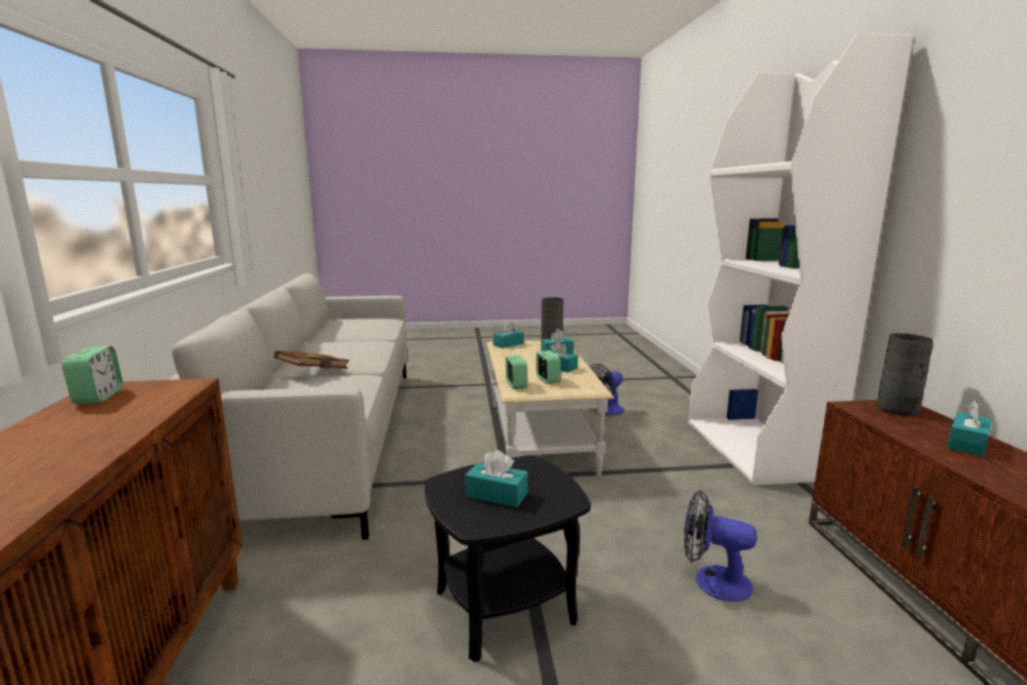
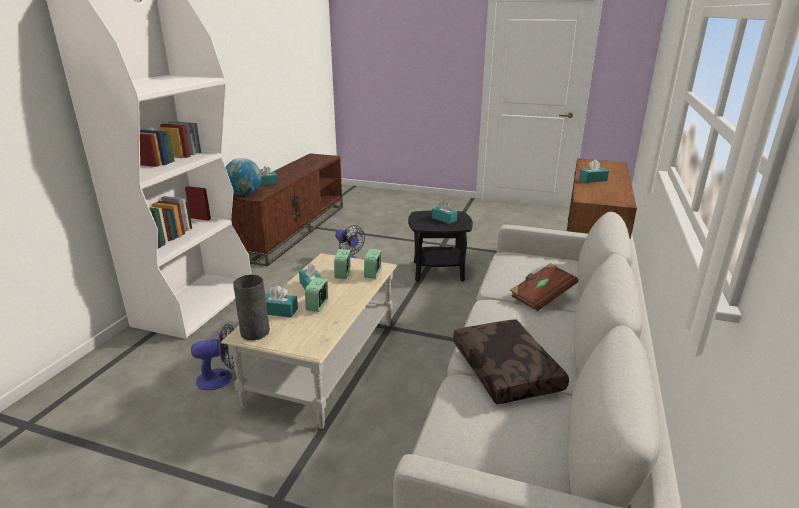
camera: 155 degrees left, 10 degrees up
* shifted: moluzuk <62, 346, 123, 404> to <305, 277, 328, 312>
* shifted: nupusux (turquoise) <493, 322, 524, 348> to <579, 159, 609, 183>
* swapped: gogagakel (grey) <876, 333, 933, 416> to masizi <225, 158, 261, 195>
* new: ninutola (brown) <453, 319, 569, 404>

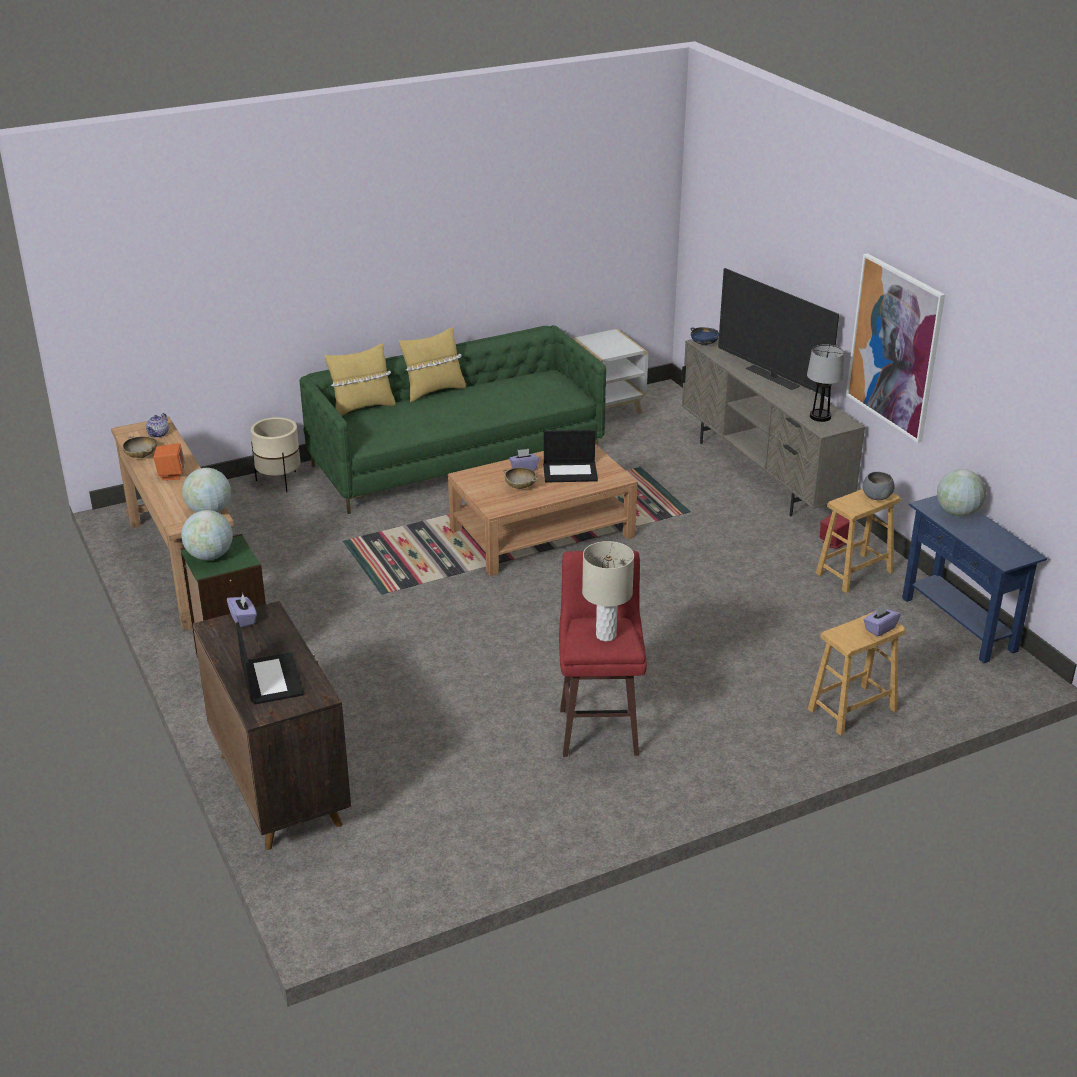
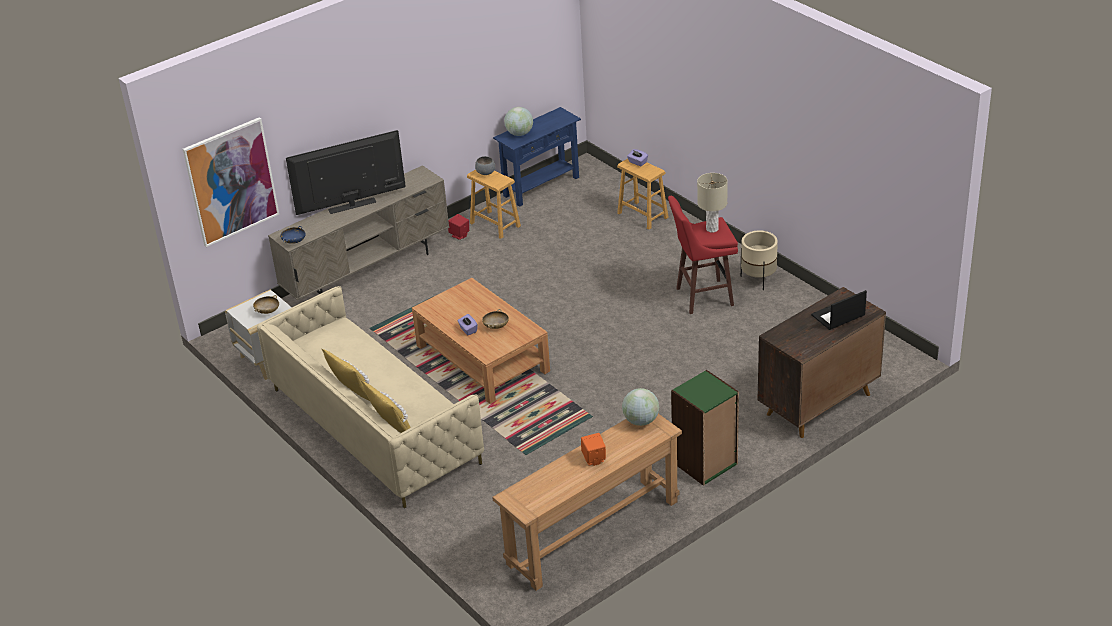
camera: 100 degrees left, 5 degrees up
* shifted: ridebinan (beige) <123, 436, 157, 458> to <253, 295, 279, 314>
* gone: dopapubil <146, 413, 169, 438>
* gone: masizi <181, 510, 233, 560>
* gone: nupusux (purple) <227, 593, 257, 628>
* shifted: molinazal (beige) <251, 417, 301, 492> to <741, 230, 778, 290>
* repainted: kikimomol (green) <300, 325, 606, 514> to kikimomol (beige) <257, 286, 484, 508>
* gone: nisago <543, 430, 598, 483>
* rotated: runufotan <718, 268, 839, 397> = <286, 130, 406, 215> 150 degrees counterclockwise
* gone: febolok <807, 344, 844, 422>
* shifted: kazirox <846, 253, 945, 443> to <183, 117, 279, 247>

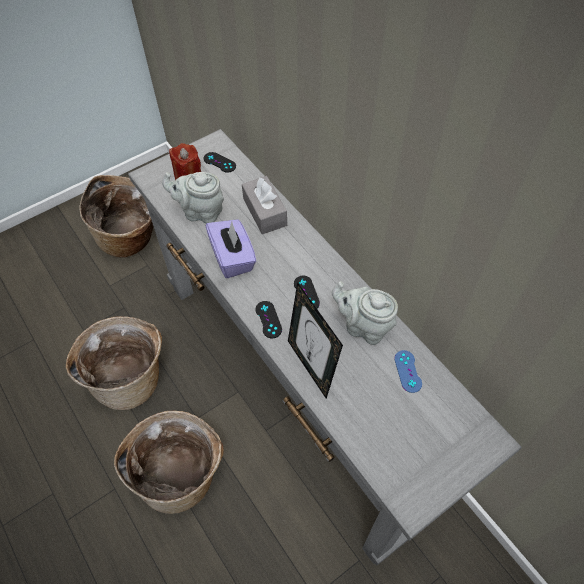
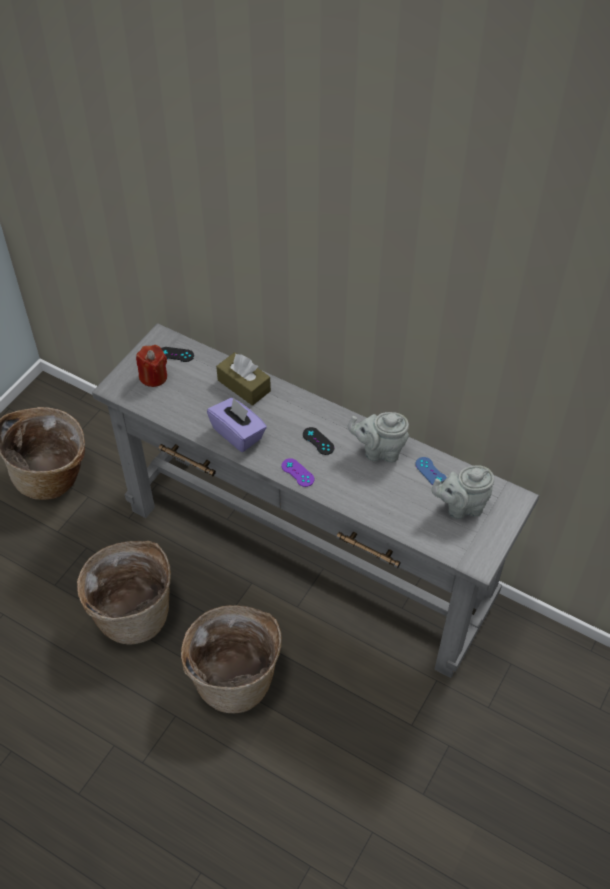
camera: 25 degrees left, 5 degrees down
* shifted: dopapubil (grey) <162, 172, 224, 224> to <432, 465, 494, 519>
* repainted: nupusux (grey) <242, 176, 287, 234> to nupusux (brown) <216, 352, 271, 406>
* repainted: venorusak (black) <255, 301, 282, 338> to venorusak (purple) <281, 458, 314, 487>
* gone: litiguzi <288, 282, 343, 399>

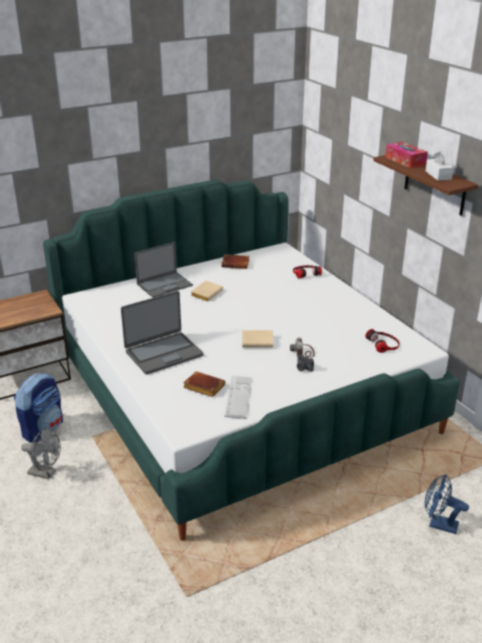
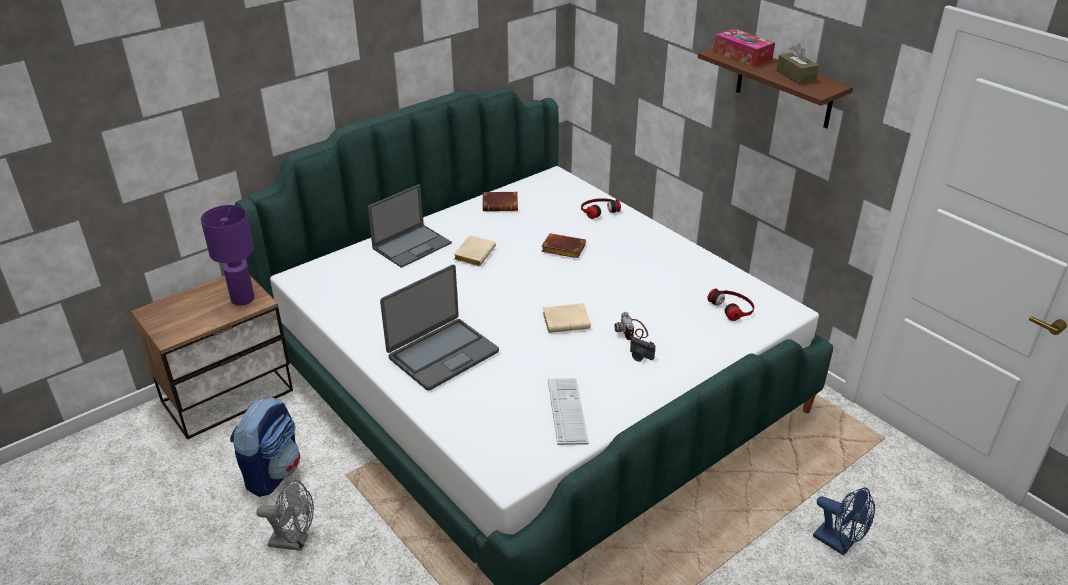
camera: 10 degrees left, 5 degrees up
* shifted: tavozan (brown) <183, 371, 225, 397> to <541, 233, 586, 258>
* rotated: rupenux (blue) <425, 474, 469, 534> = <813, 487, 875, 556> 150 degrees counterclockwise
* repainted: nupusux (white) <426, 151, 453, 181> to nupusux (brown) <776, 44, 819, 84>
* new: febolok (purple) <201, 205, 254, 305>

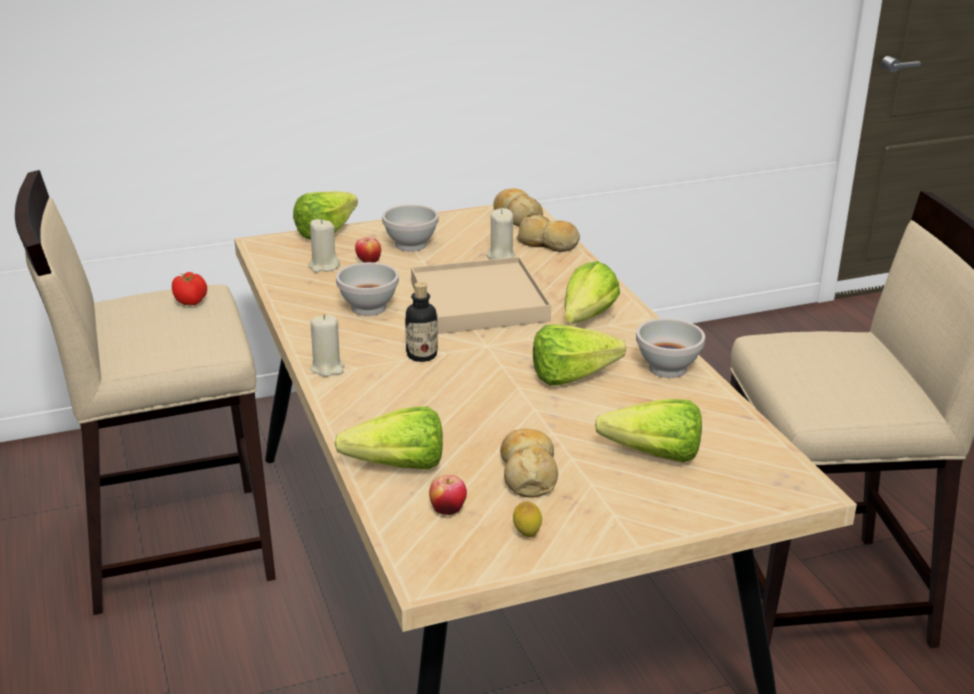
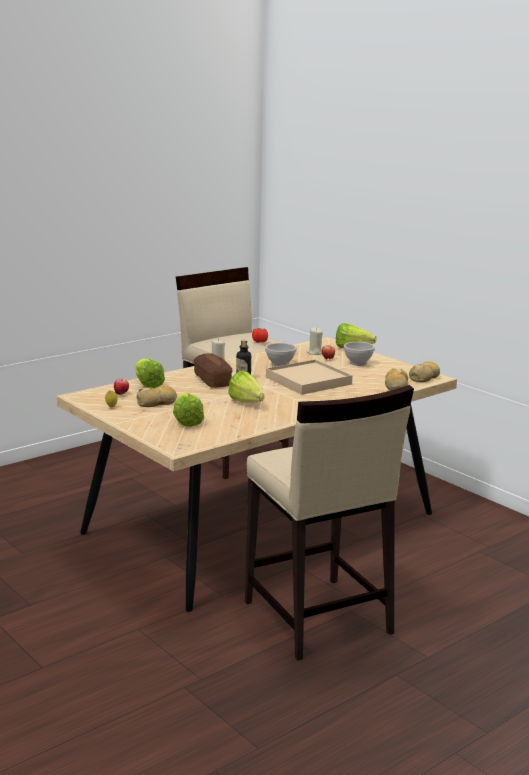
camera: 70 degrees right, 10 degrees down
* gone: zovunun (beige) <487, 208, 515, 260>
* gone: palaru <564, 261, 620, 324>
* gone: ridebinan (white) <636, 318, 705, 378>
* new: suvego <194, 353, 233, 388>

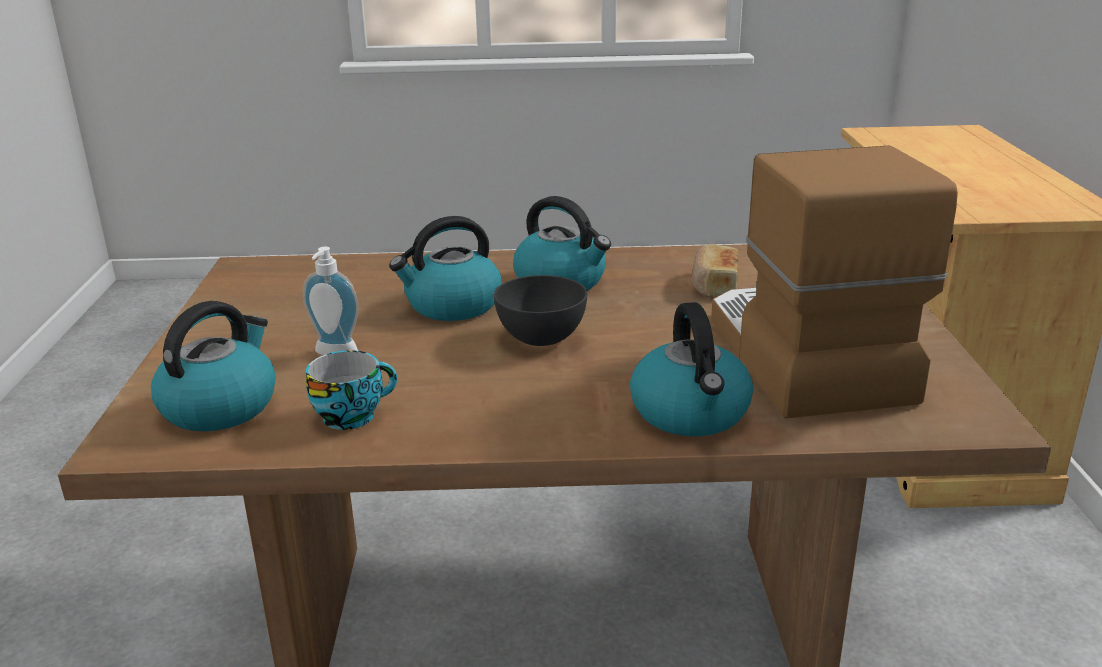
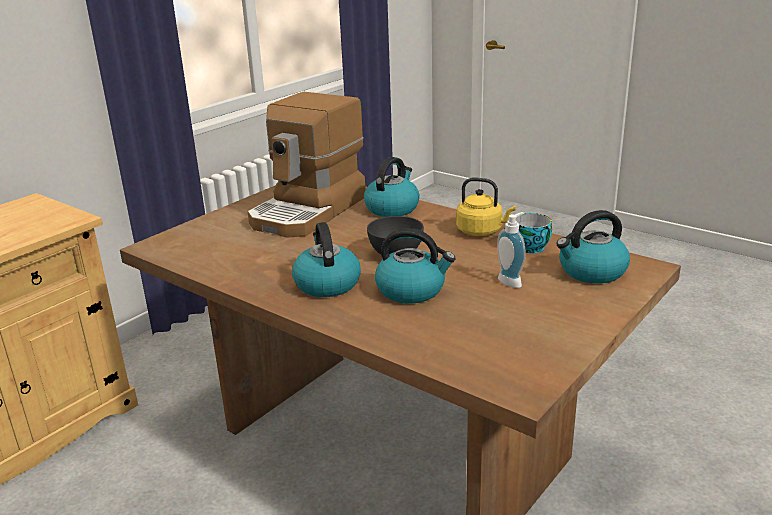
camera: 140 degrees left, 0 degrees up
* gone: suvego <692, 244, 739, 296>
* new: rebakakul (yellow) <456, 178, 516, 236>

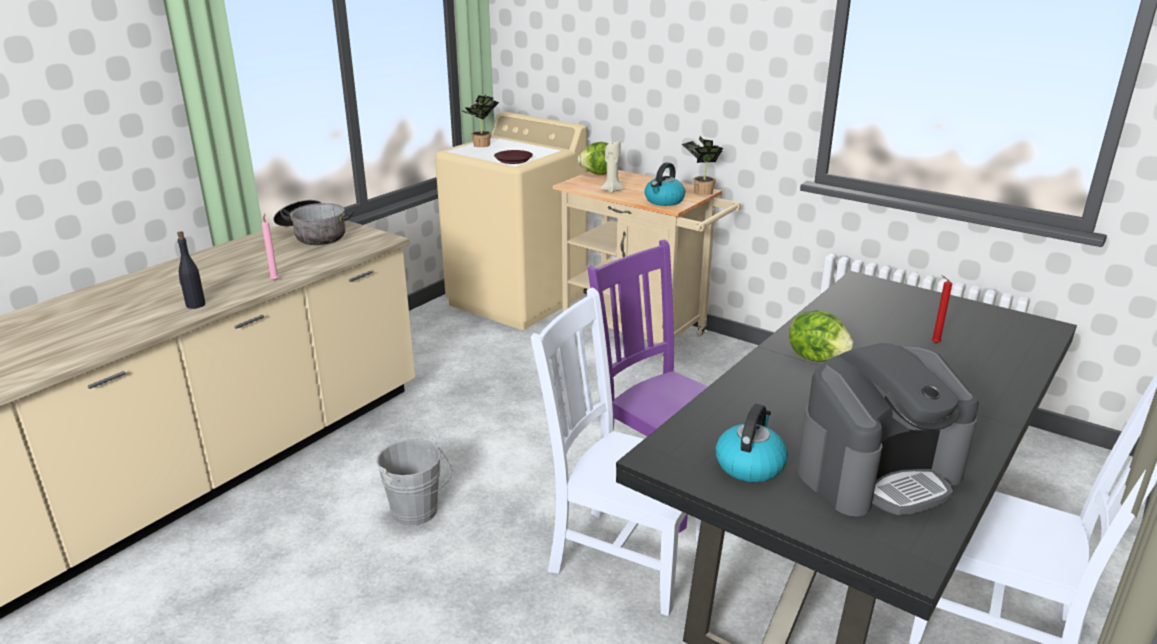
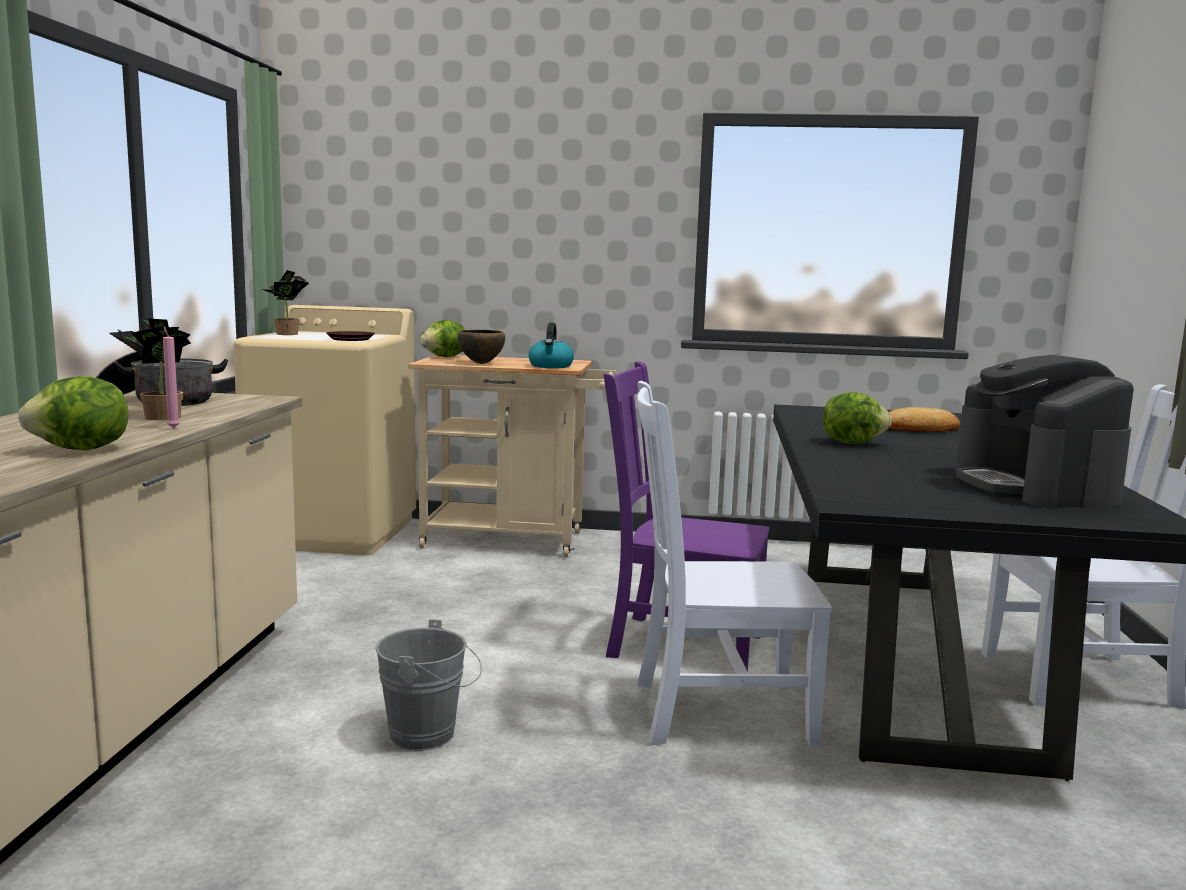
camera: 30 degrees left, 15 degrees down
* swapped: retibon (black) <177, 231, 205, 309> to palaru <18, 376, 128, 450>
* swapped: zovunun (beige) <600, 140, 625, 193> to ridebinan (brown) <457, 330, 505, 364>
* shifted: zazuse <682, 136, 724, 195> to <109, 315, 191, 420>
* gone: rebakakul <715, 404, 788, 482>
* rotated: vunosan <797, 343, 979, 517> = <955, 355, 1134, 508> 135 degrees clockwise
* swapped: zovunun (red) <932, 275, 952, 344> to suvego <888, 407, 960, 432>

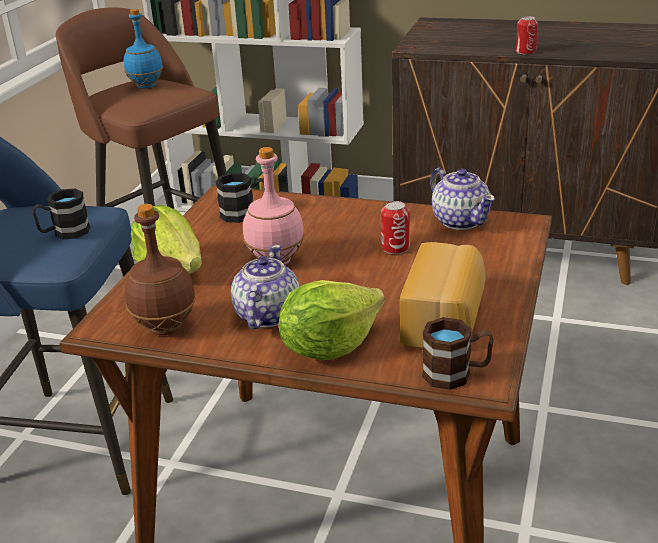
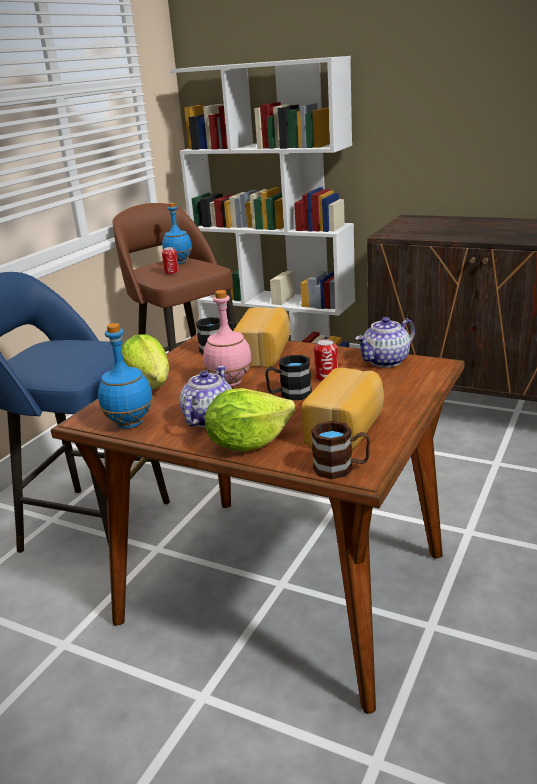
camera: 10 degrees right, 5 degrees down
* shifted: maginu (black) <32, 189, 90, 239> to <265, 355, 312, 400>
* repainted: retibon (brown) <125, 204, 196, 335> to retibon (blue) <98, 323, 153, 428>
* rotated: dopapubil <430, 168, 495, 230> = <355, 317, 415, 367> 75 degrees clockwise
* shifted: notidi <516, 16, 538, 54> to <162, 247, 179, 275>
* new: suvego <233, 307, 290, 368>

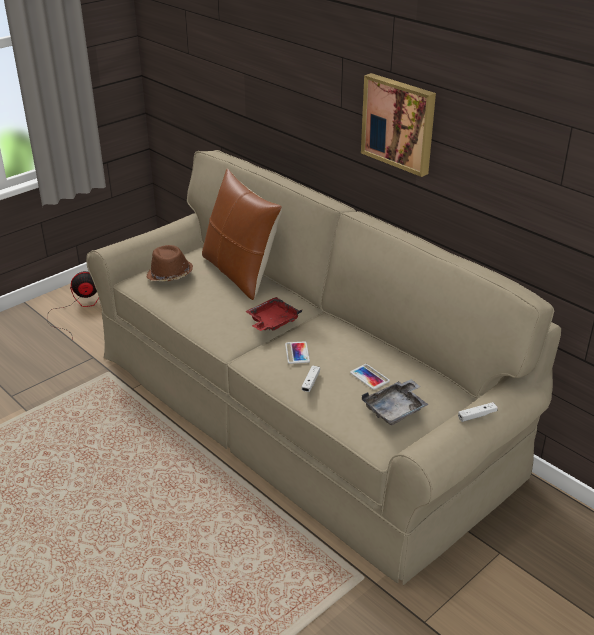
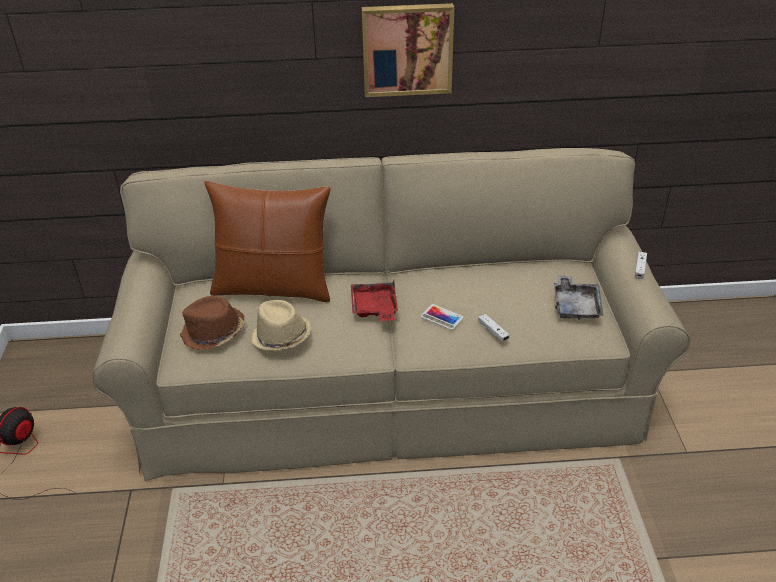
camera: 50 degrees left, 5 degrees up
* gone: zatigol <350, 364, 390, 390>
* new: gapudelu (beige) <251, 300, 311, 351>

